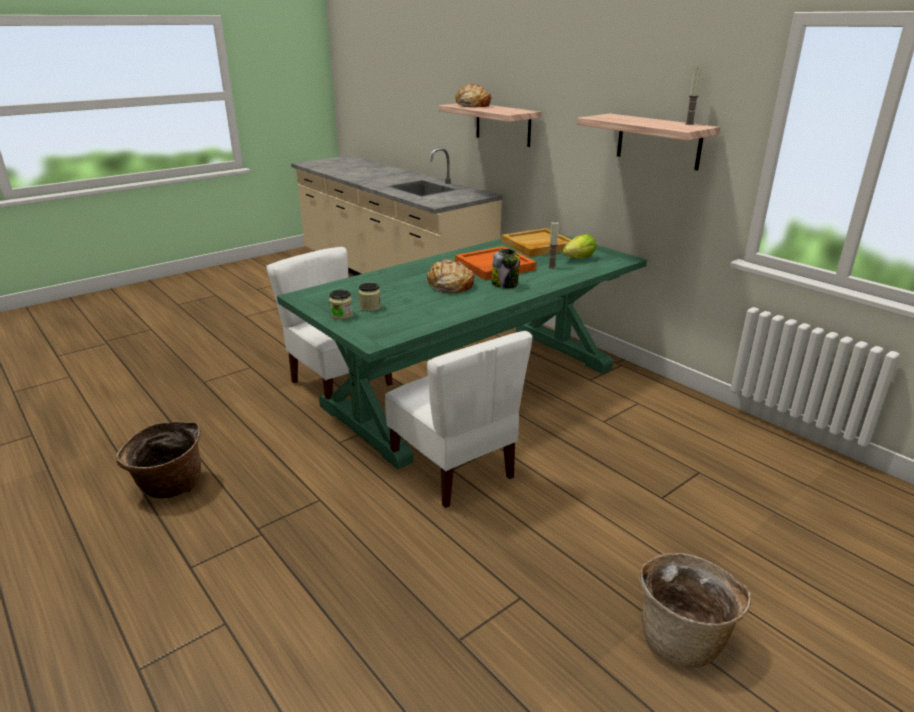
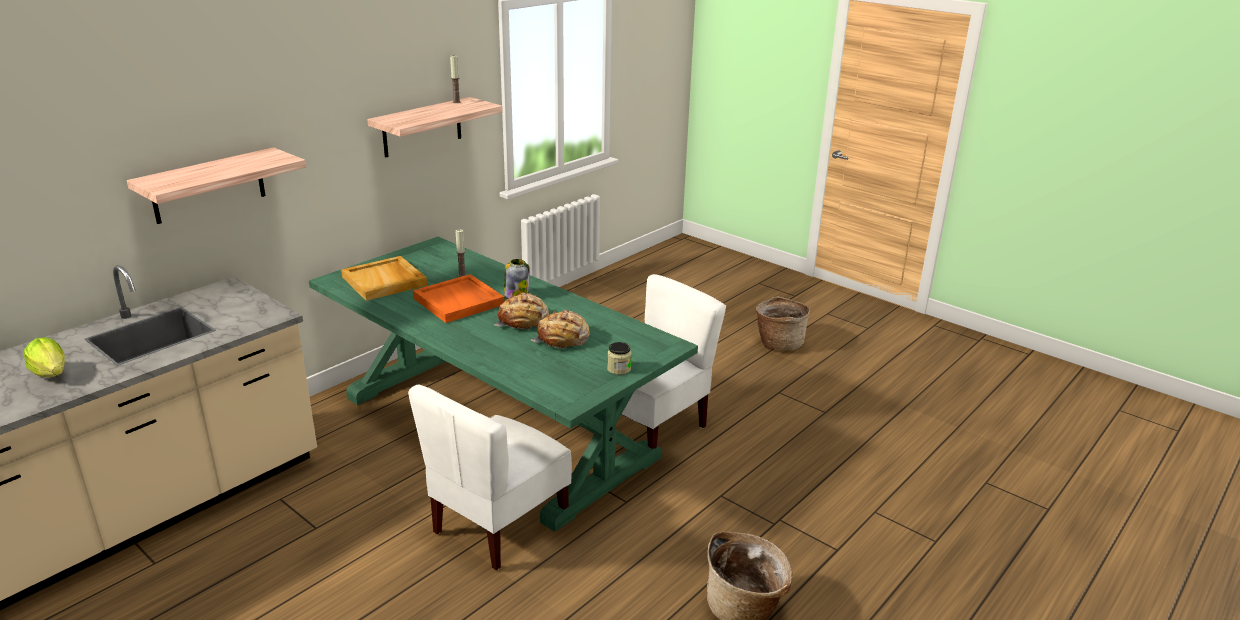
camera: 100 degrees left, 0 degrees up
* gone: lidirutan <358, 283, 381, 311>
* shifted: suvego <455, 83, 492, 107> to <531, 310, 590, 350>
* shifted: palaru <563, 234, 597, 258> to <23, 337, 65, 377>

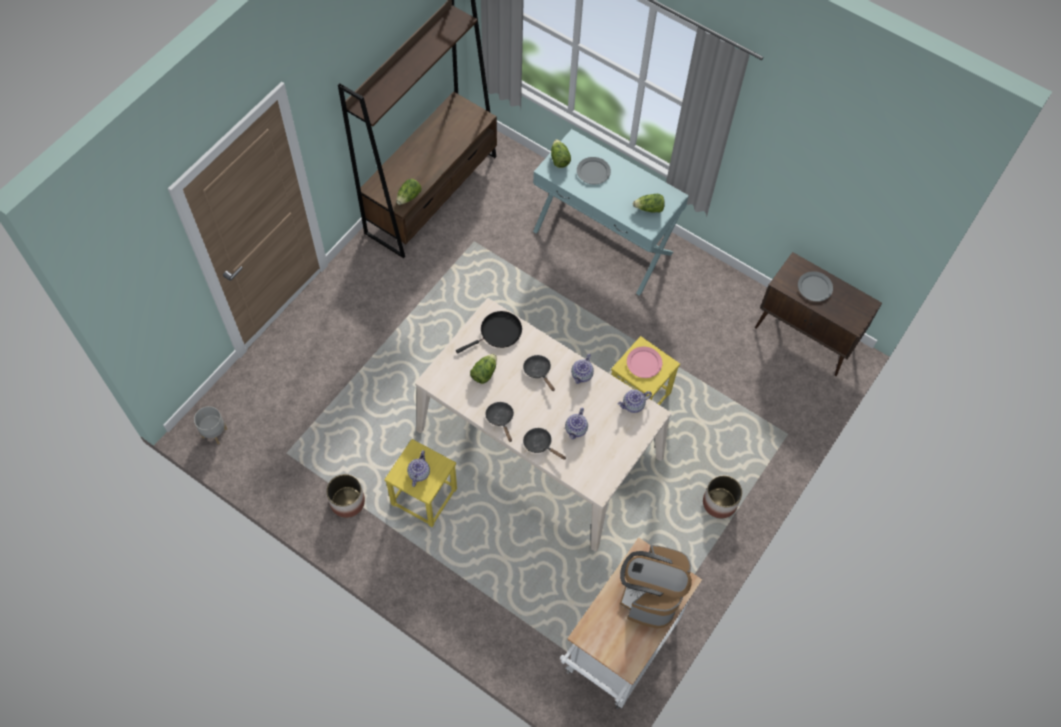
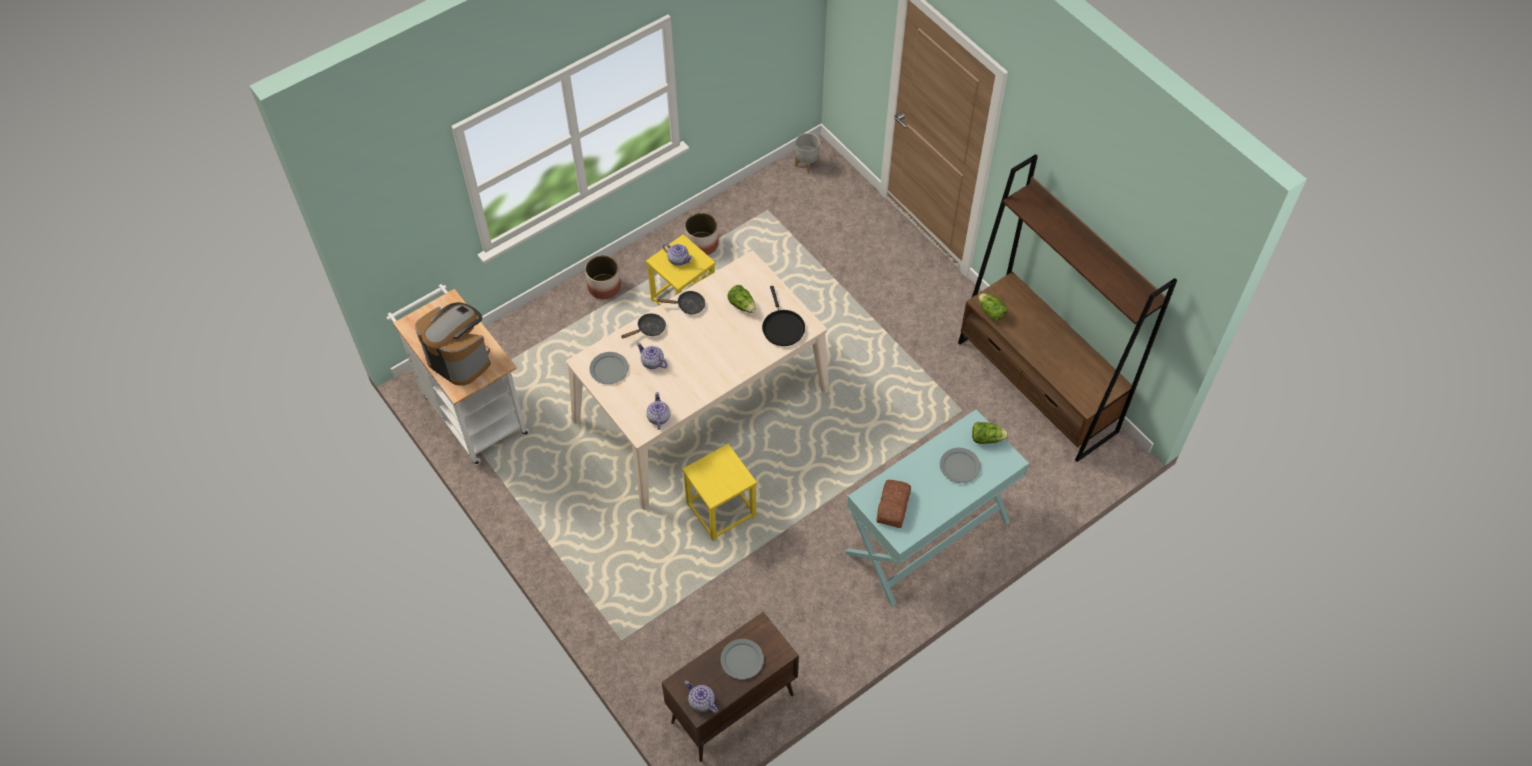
camera: 110 degrees right, 5 degrees down
* gone: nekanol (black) <523, 355, 555, 391>
* shifted: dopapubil <571, 354, 594, 384> to <685, 681, 718, 713>
* gone: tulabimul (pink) <627, 346, 662, 378>
* swapped: palaru <633, 194, 665, 212> to suvego <876, 480, 911, 528>
* shifted: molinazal <703, 475, 742, 519> to <585, 255, 621, 299>
* new: tulabimul (grey) <590, 352, 629, 384>

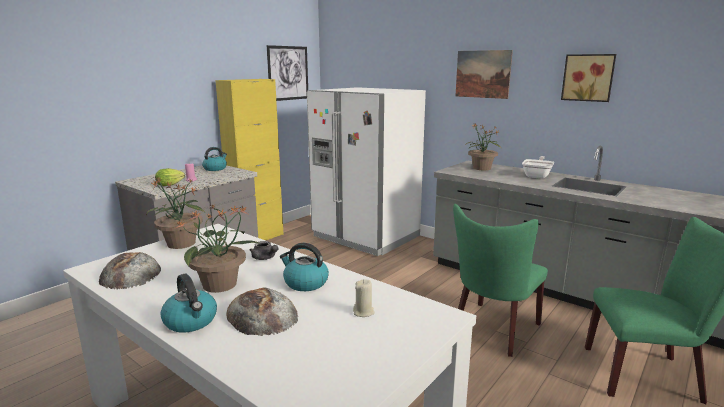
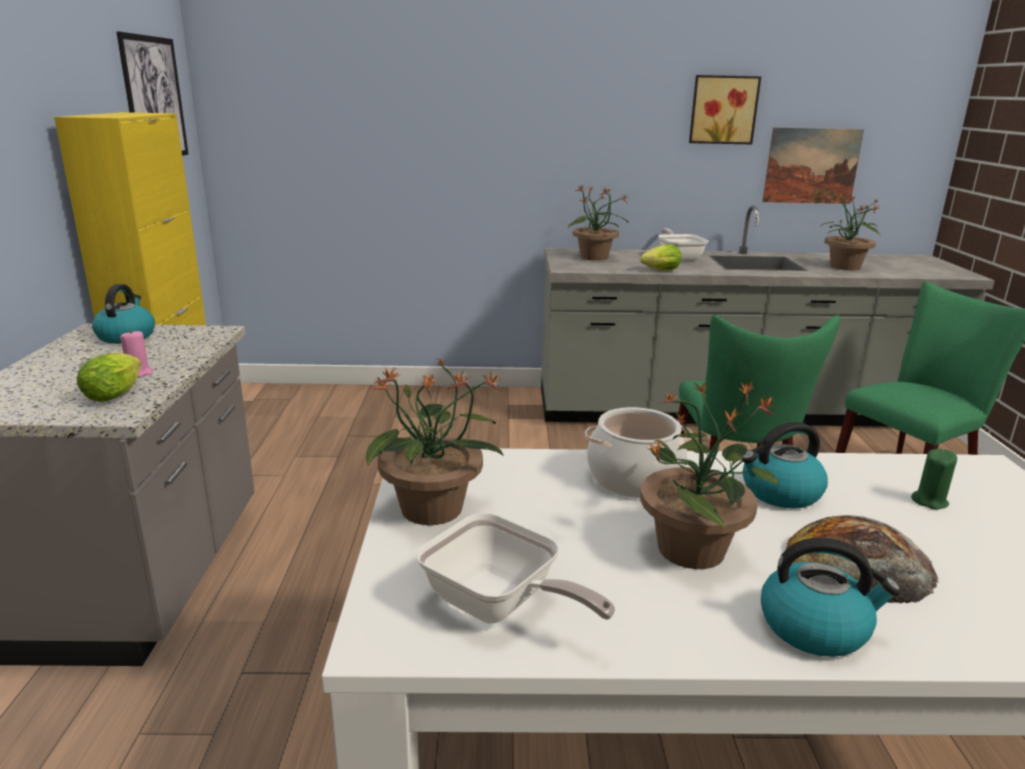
camera: 40 degrees left, 5 degrees up
* swapped: suvego <99, 252, 161, 290> to nekanol <416, 513, 615, 623>
* swapped: dopapubil (grey) <250, 241, 278, 260> to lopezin <585, 407, 692, 498>
* gone: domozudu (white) <307, 87, 426, 256>
* repainted: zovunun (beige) <353, 279, 375, 317> to zovunun (green) <911, 449, 957, 509>
* shifted: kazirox <455, 50, 513, 99> to <762, 128, 864, 204>
* new: palaru <640, 244, 681, 271>
* new: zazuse <820, 192, 881, 270>

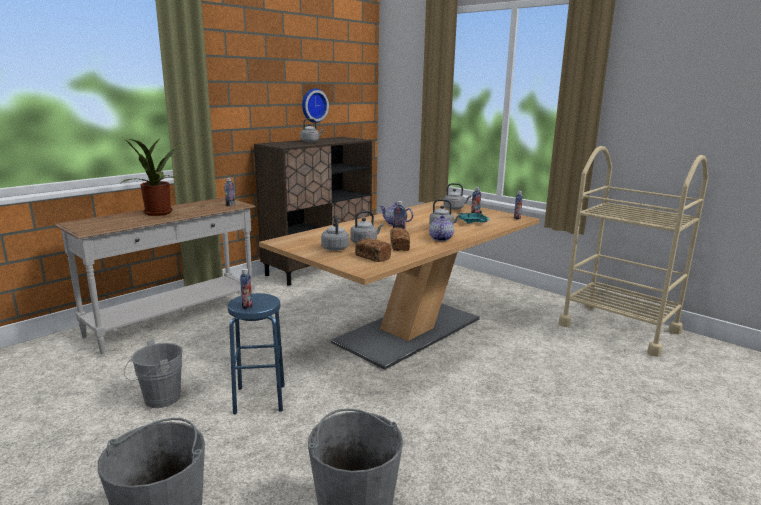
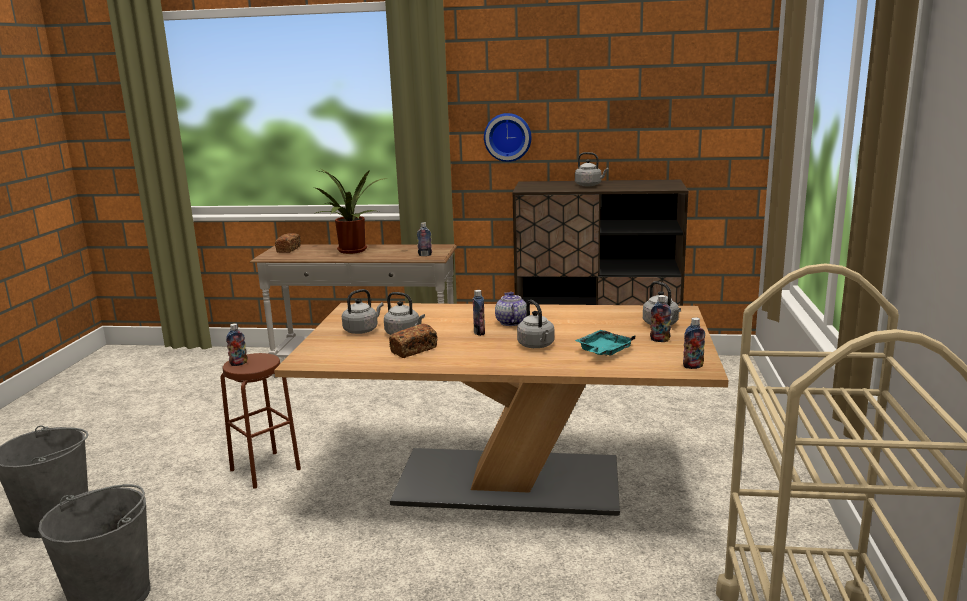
camera: 55 degrees right, 0 degrees up
* gone: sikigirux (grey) <124, 339, 183, 408>
* repainted: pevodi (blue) <228, 293, 285, 415> to pevodi (brown) <221, 353, 301, 489>
* shifted: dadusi <302, 88, 329, 123> to <484, 113, 531, 162>
* shifted: suvego <355, 238, 391, 262> to <275, 233, 301, 253>
* gone: dopapubil <429, 215, 454, 241>

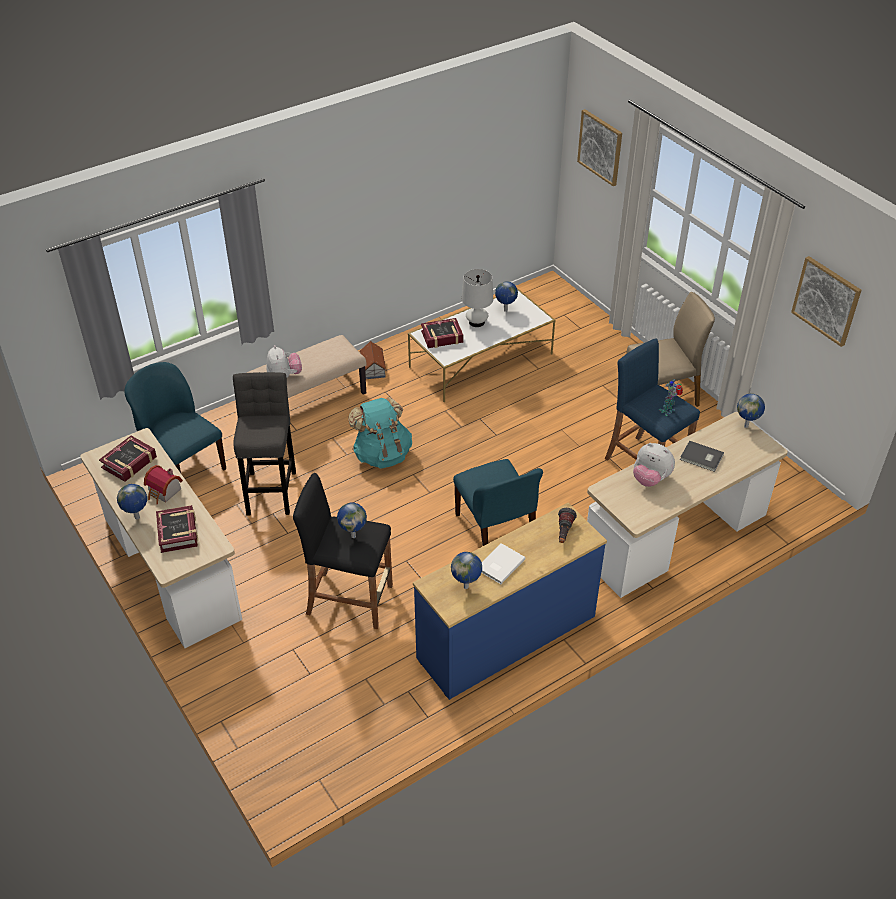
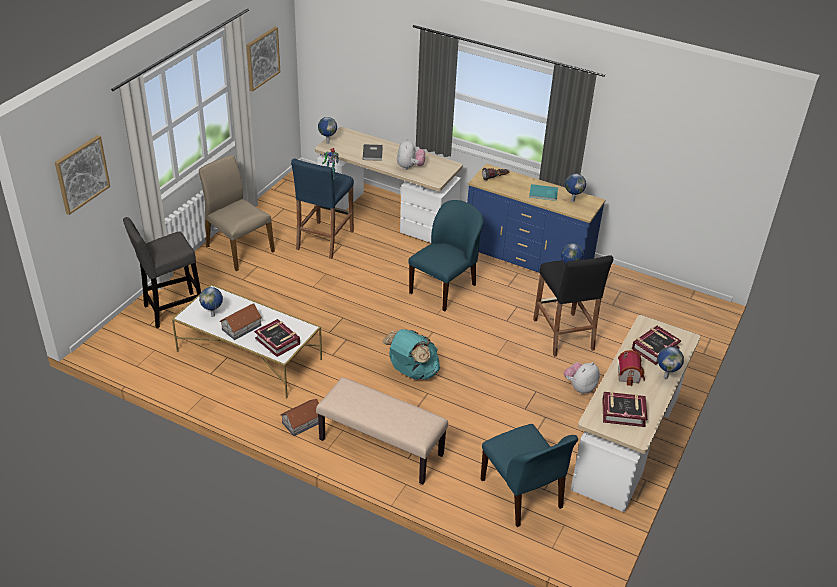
camera: 120 degrees left, 5 degrees down
* rotated: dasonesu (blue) <125, 362, 226, 473> = <481, 424, 578, 527> 45 degrees counterclockwise
* shifted: pevodi (grey) <233, 372, 296, 516> to <123, 217, 201, 328>
* shifted: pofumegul <266, 345, 302, 378> to <564, 362, 600, 394>
* swapped: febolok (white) <462, 269, 493, 327> to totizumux <219, 303, 262, 340>
* repainted: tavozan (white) <482, 543, 525, 584> to tavozan (turquoise) <529, 184, 558, 201>

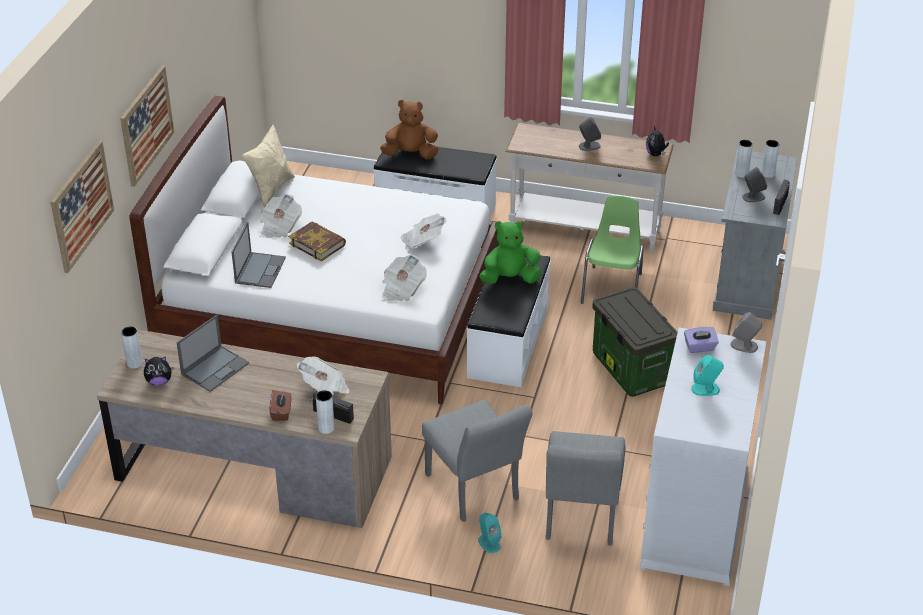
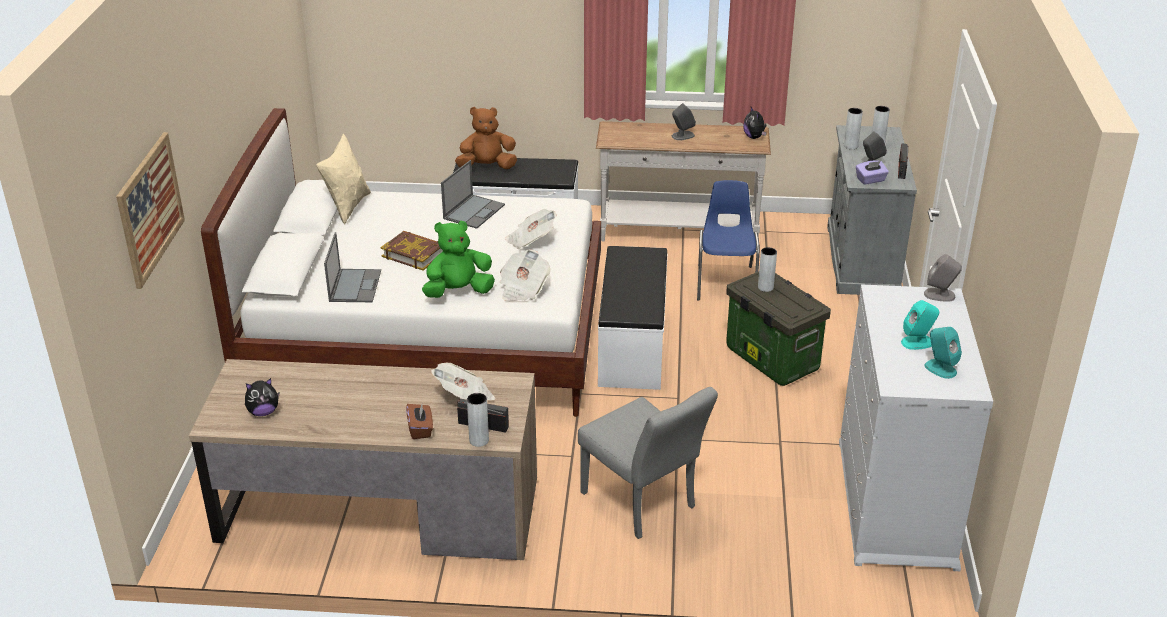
camera: 10 degrees left, 5 degrees down
* gone: kazirox <120, 65, 174, 187>
* shifted: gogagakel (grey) <121, 326, 143, 369> to <758, 247, 777, 292>
* shifted: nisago <176, 315, 249, 392> to <441, 160, 505, 229>
* gone: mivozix <260, 194, 302, 238>
* shifted: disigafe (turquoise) <478, 513, 502, 553> to <924, 327, 962, 379>
* shifted: pofumegul (green) <479, 221, 541, 284> to <422, 221, 495, 298>
* gone: dasonesu (grey) <546, 431, 625, 546>
* repainted: dasonesu (green) <581, 196, 644, 304> to dasonesu (blue) <697, 180, 760, 301>
* shifted: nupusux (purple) <684, 327, 719, 353> to <856, 160, 889, 185>

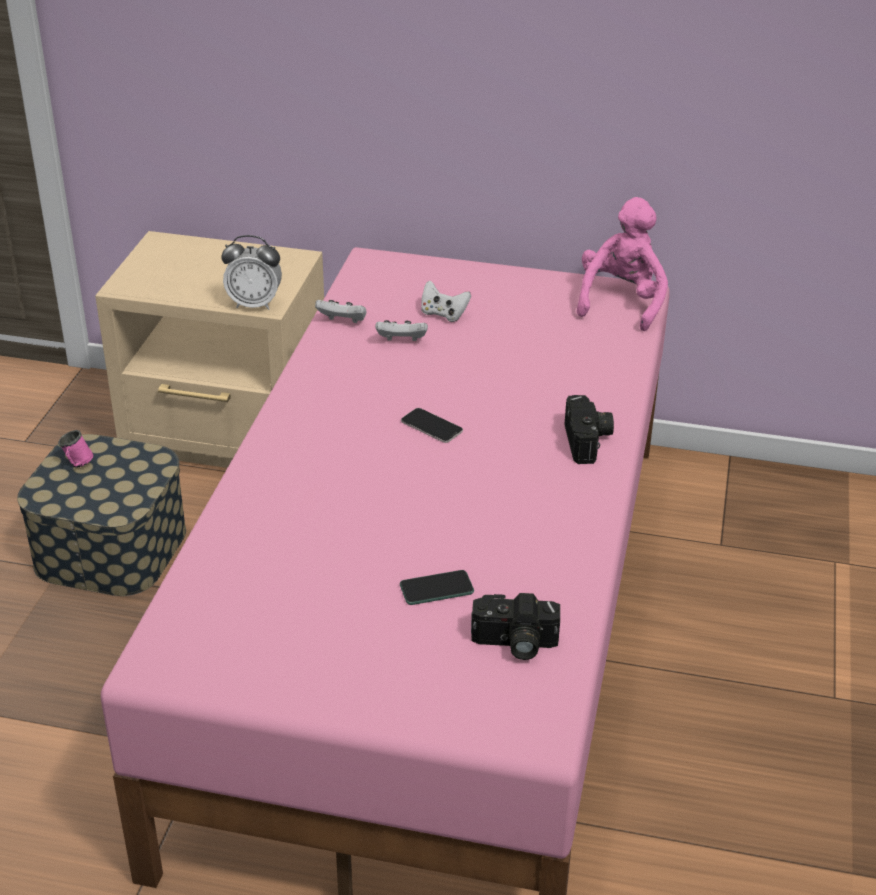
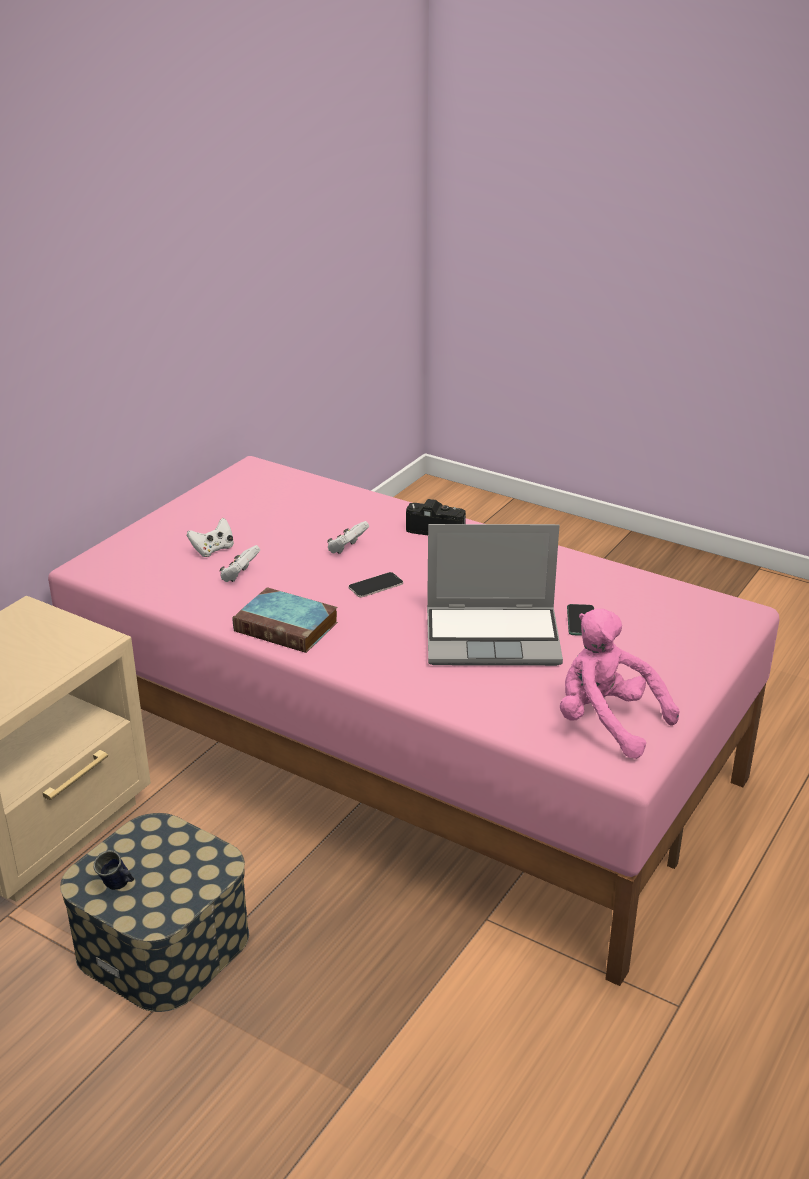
camera: 70 degrees left, 5 degrees down
* repainted: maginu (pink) <58, 430, 93, 468> to maginu (blue) <94, 850, 134, 890>
* gone: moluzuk <221, 235, 282, 310>
* shifted: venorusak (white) <315, 300, 366, 323> to <327, 521, 369, 554>
* gone: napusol <471, 593, 560, 660>
* shifted: pofumegul (pink) <577, 197, 668, 331> to <560, 609, 679, 759>
* new: tavozan <233, 587, 338, 653>
* new: nisago <427, 524, 563, 666>

